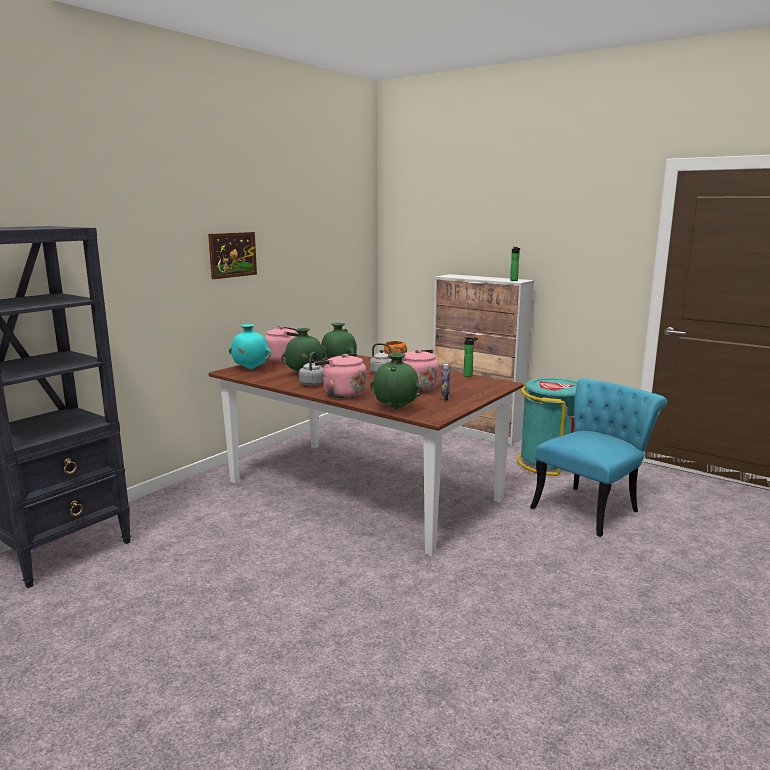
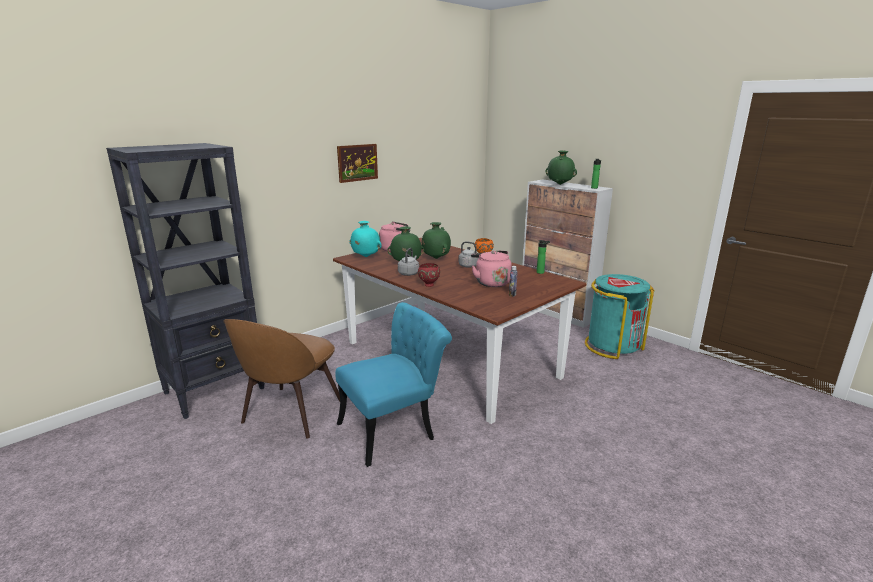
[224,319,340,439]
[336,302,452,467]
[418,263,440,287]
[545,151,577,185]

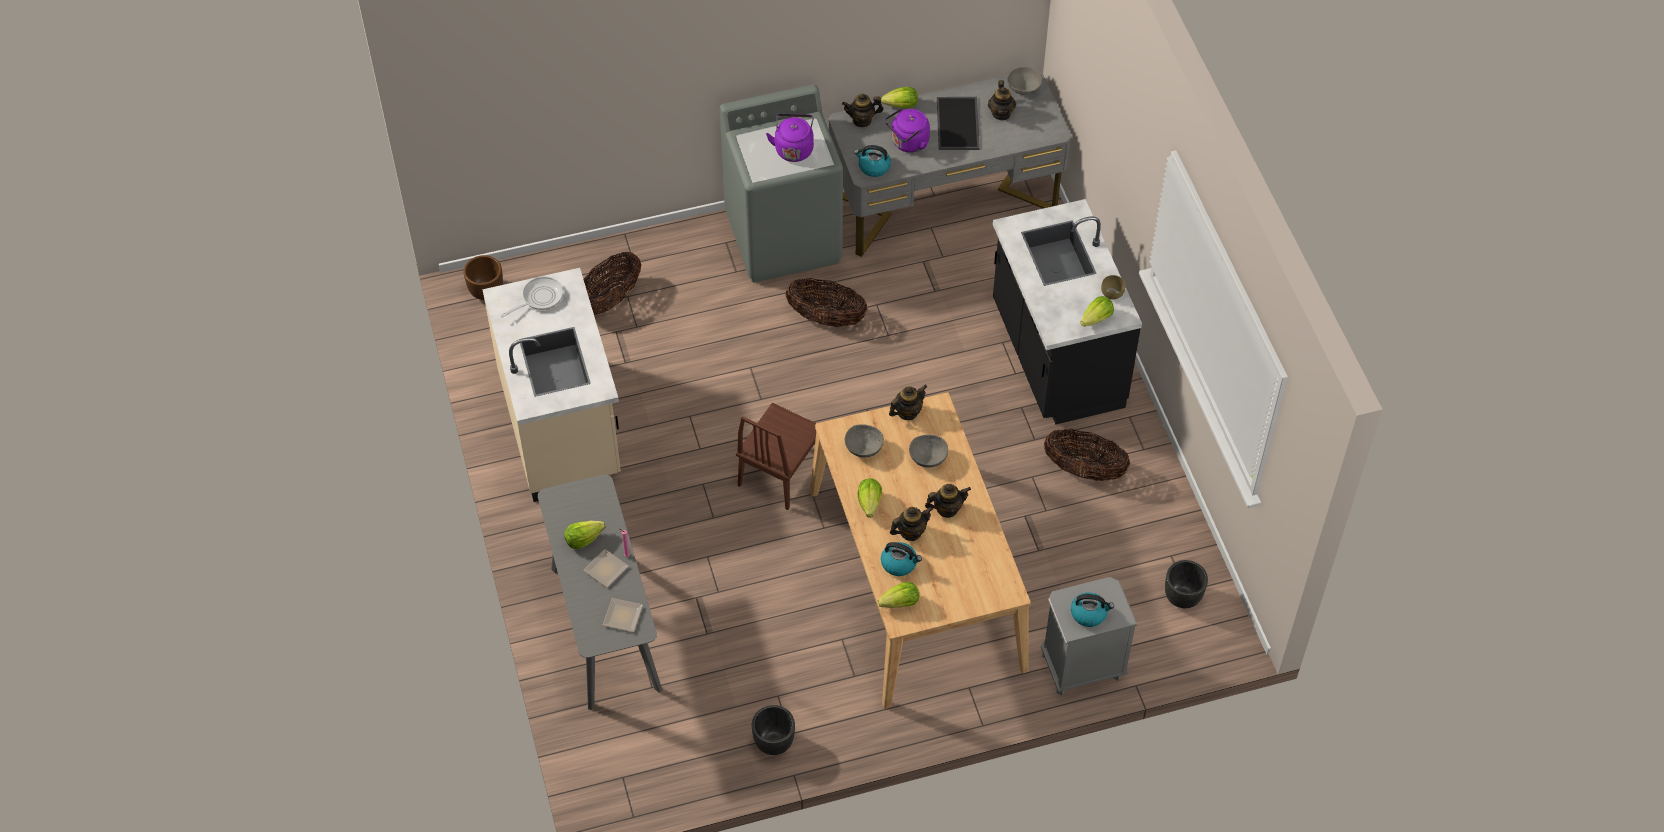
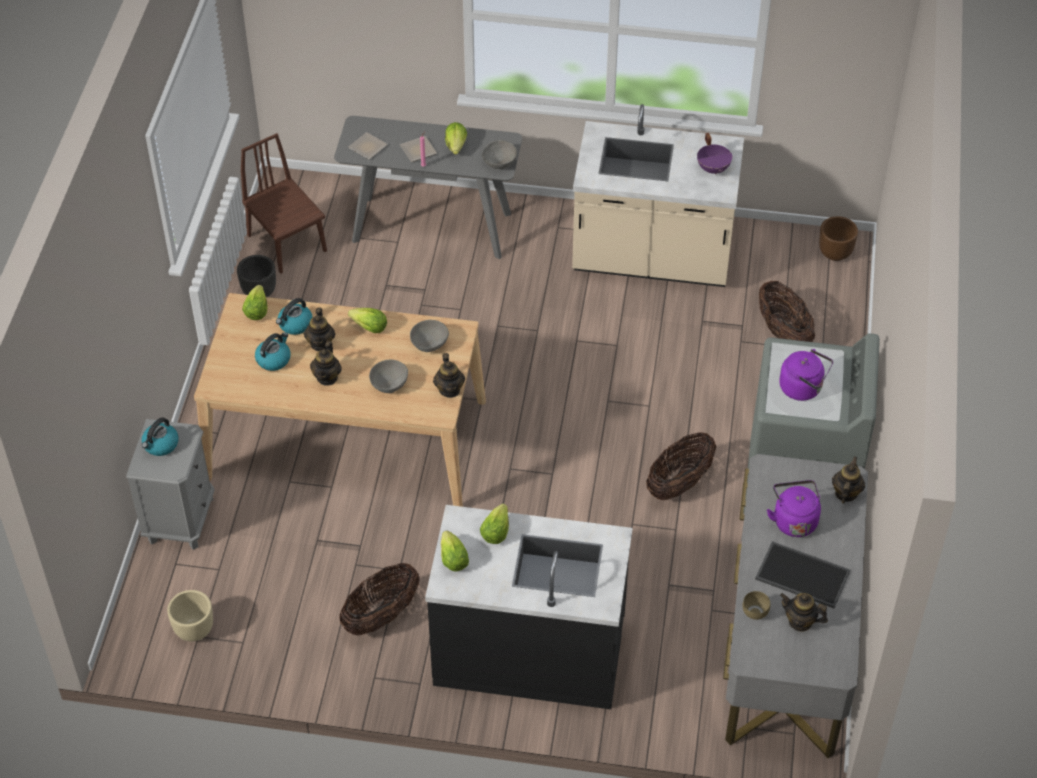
[167,590,213,642]
[241,133,327,274]
[255,332,291,371]
[480,504,509,544]
[482,140,517,169]
[697,133,732,175]
[742,591,770,620]

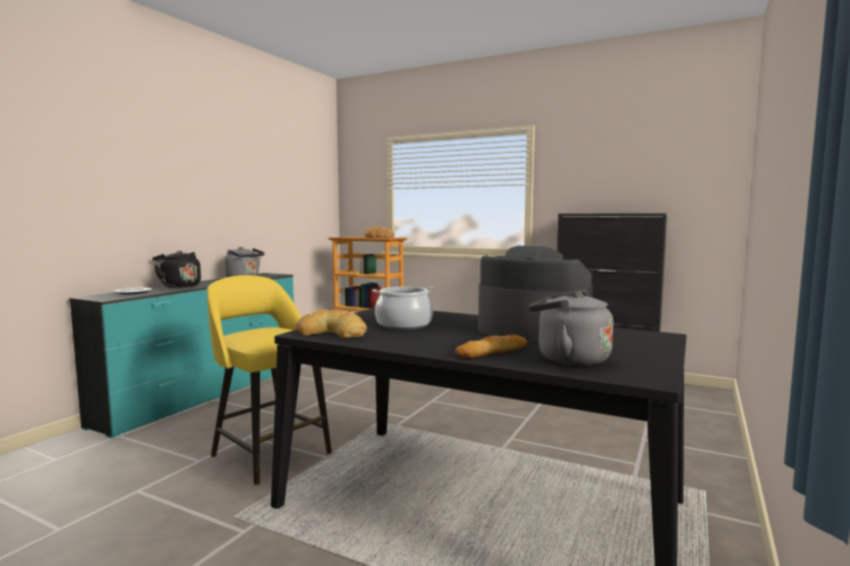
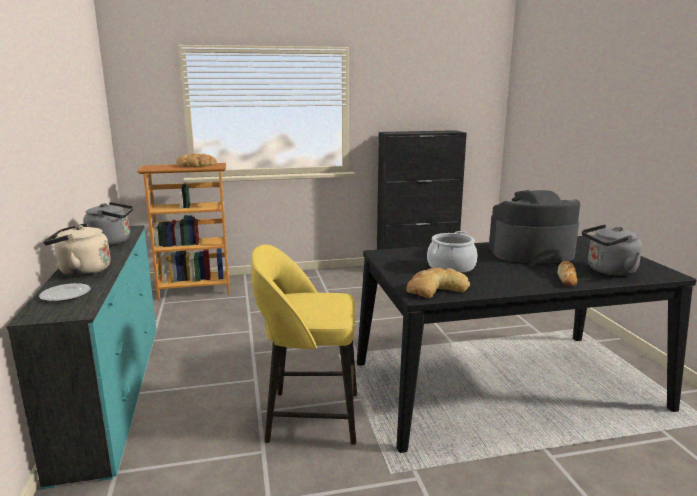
[43,223,110,276]

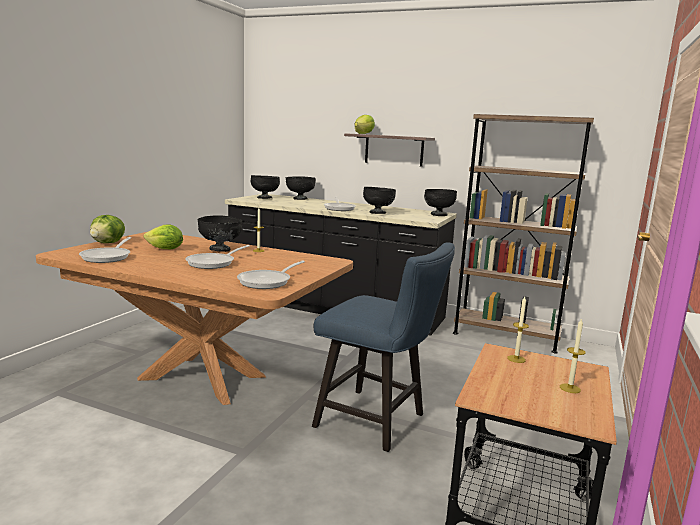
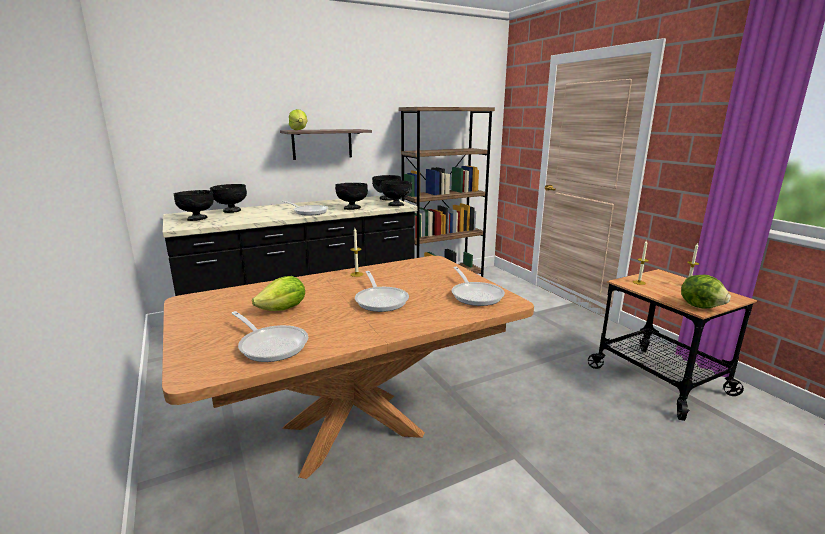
[381,180,412,206]
[681,275,731,309]
[312,242,455,452] (first image)

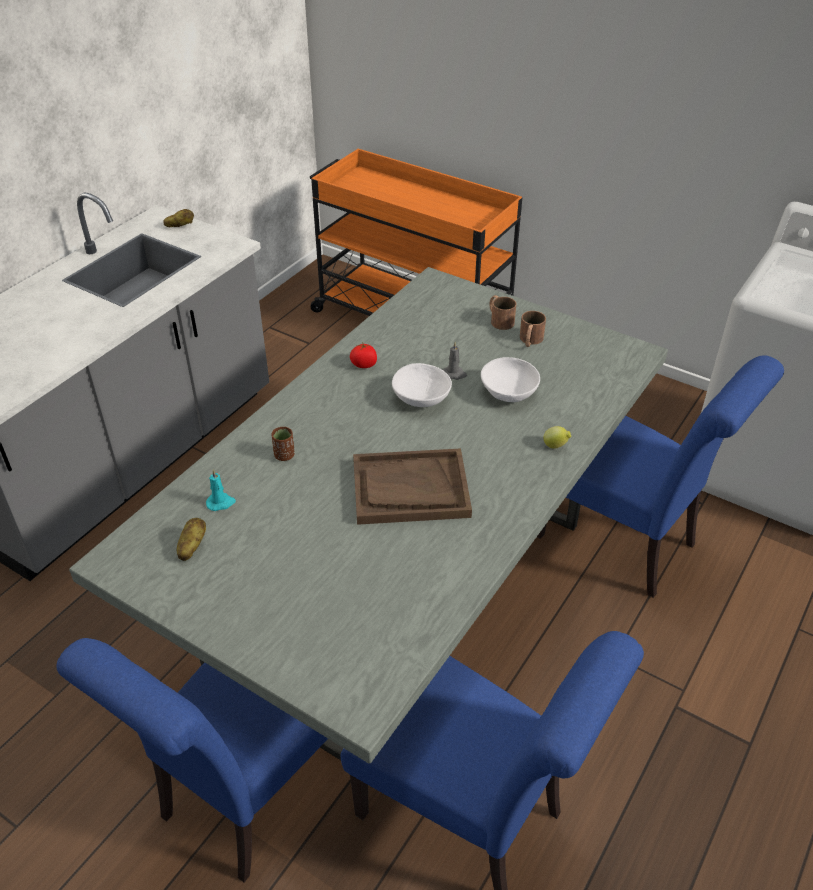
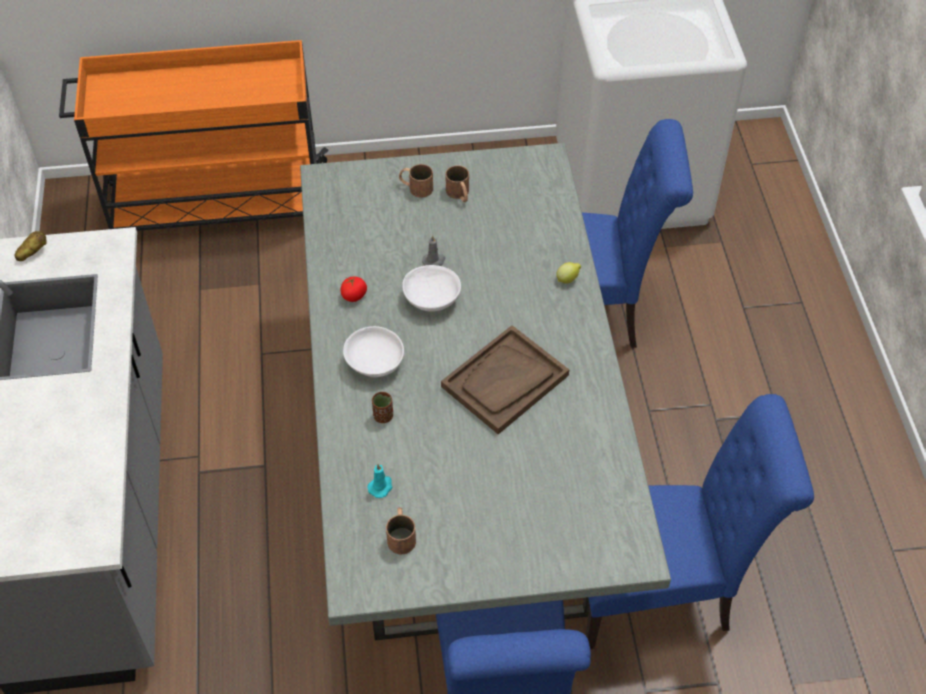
[343,326,404,377]
[386,507,416,554]

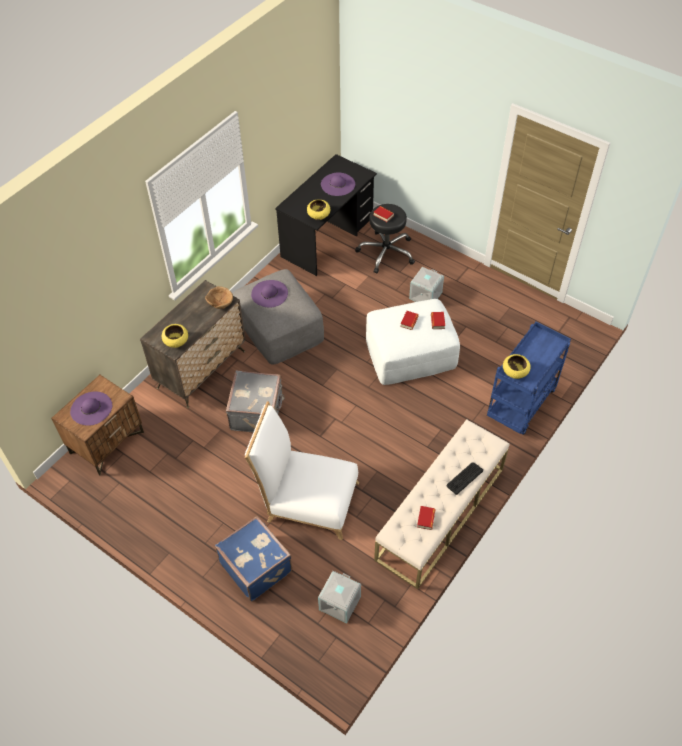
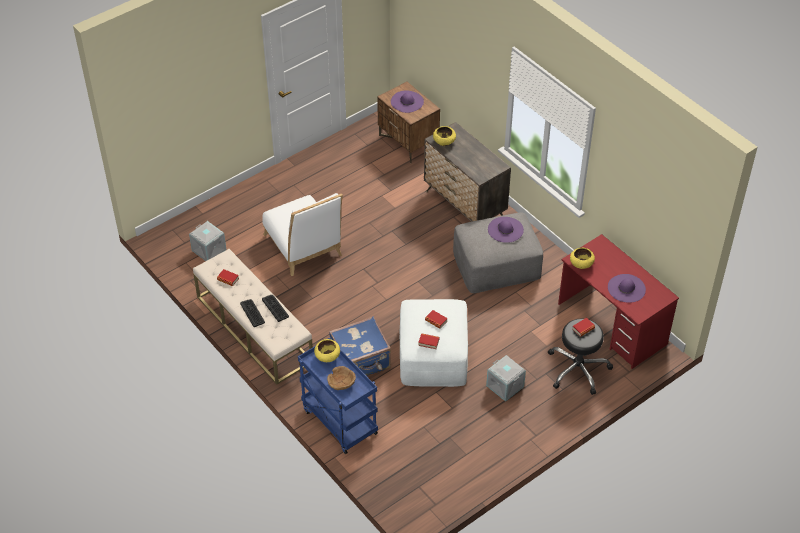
[262,193,343,276]
[262,295,289,322]
[327,366,356,390]
[329,317,391,376]
[558,234,679,369]
[226,370,285,433] (first image)

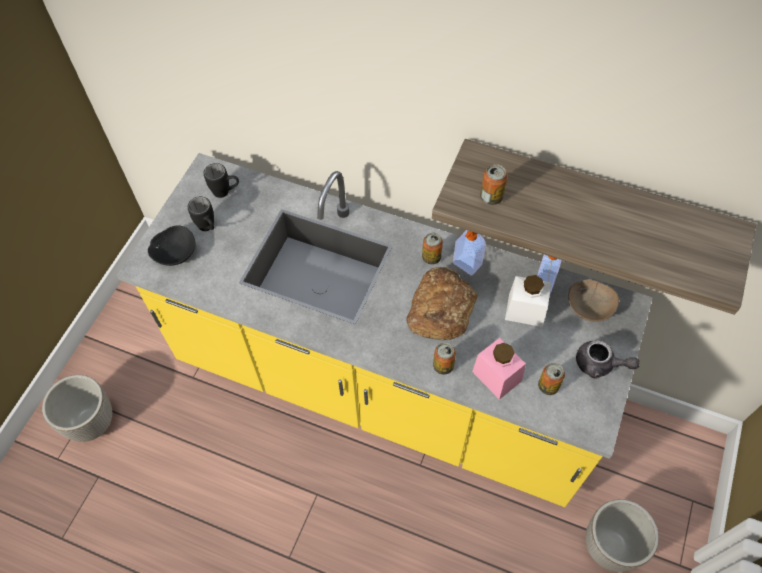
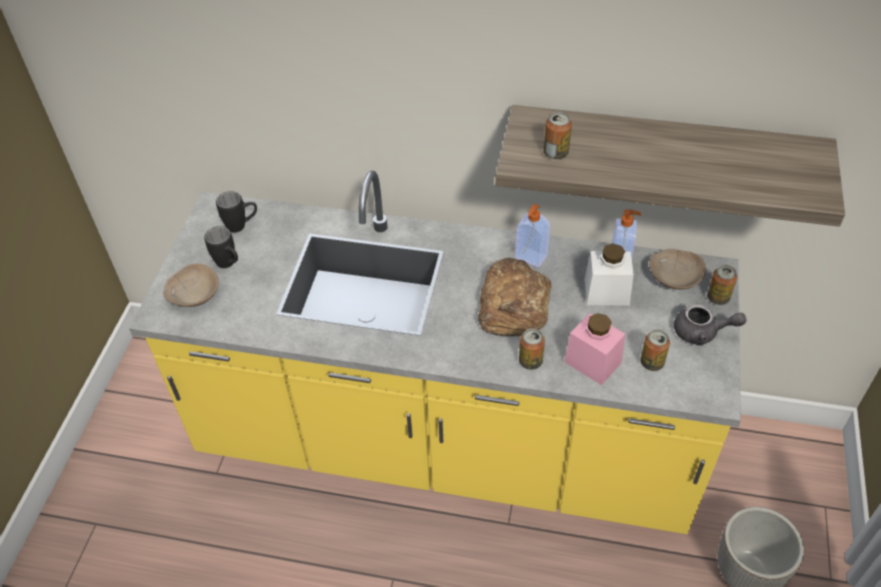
[163,264,219,307]
[707,265,737,305]
[42,375,112,442] (first image)

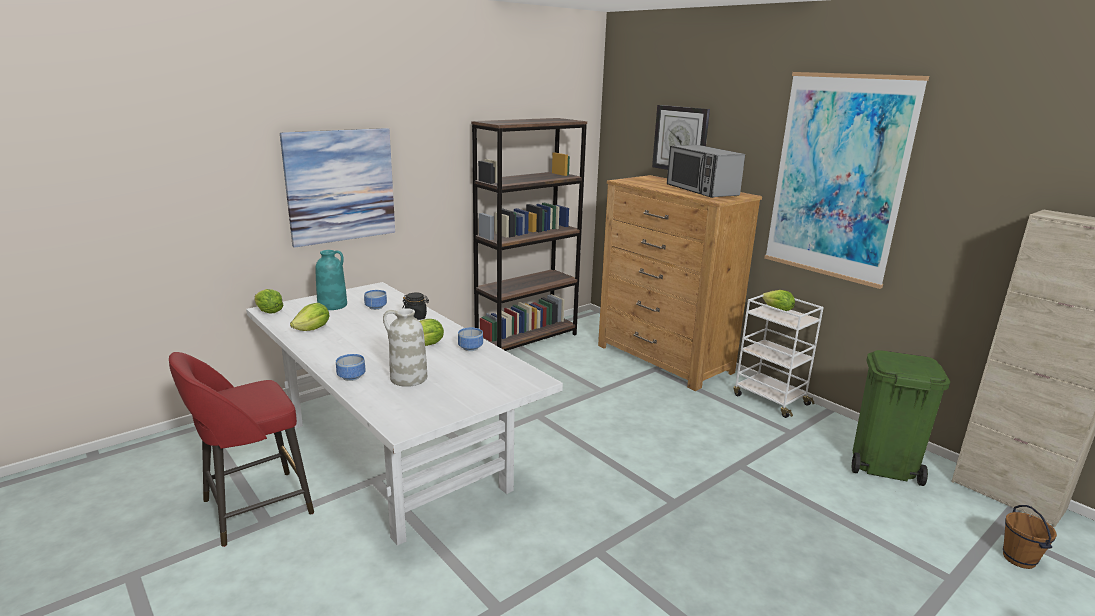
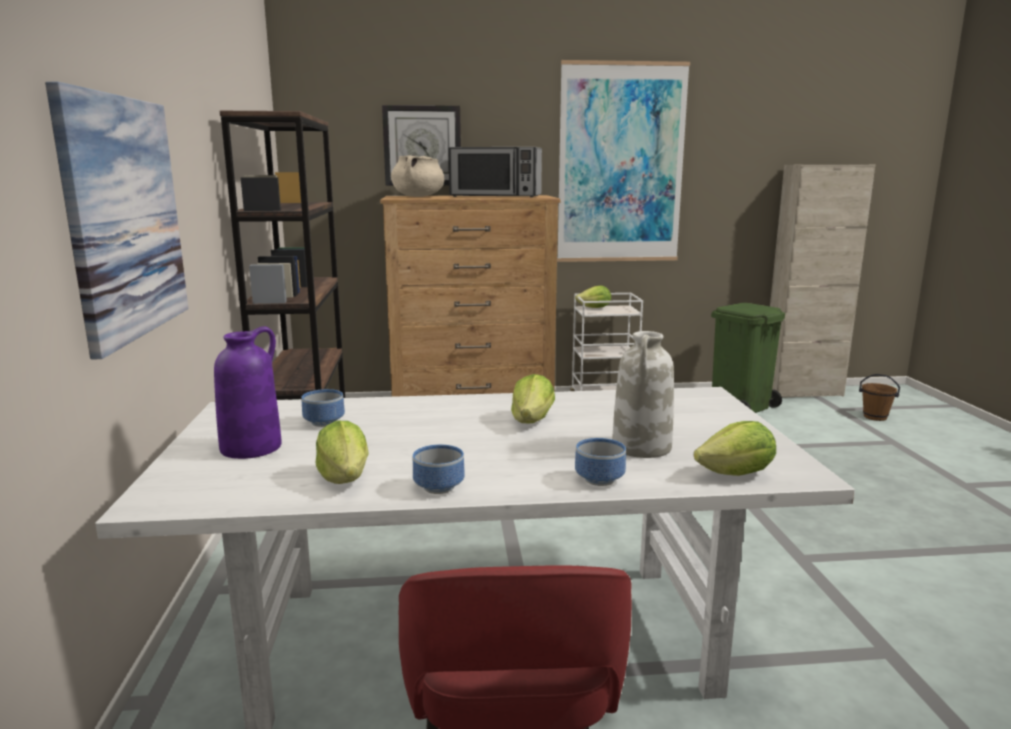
[214,326,282,459]
[391,155,445,197]
[413,445,465,494]
[694,421,776,476]
[402,293,429,320] (first image)

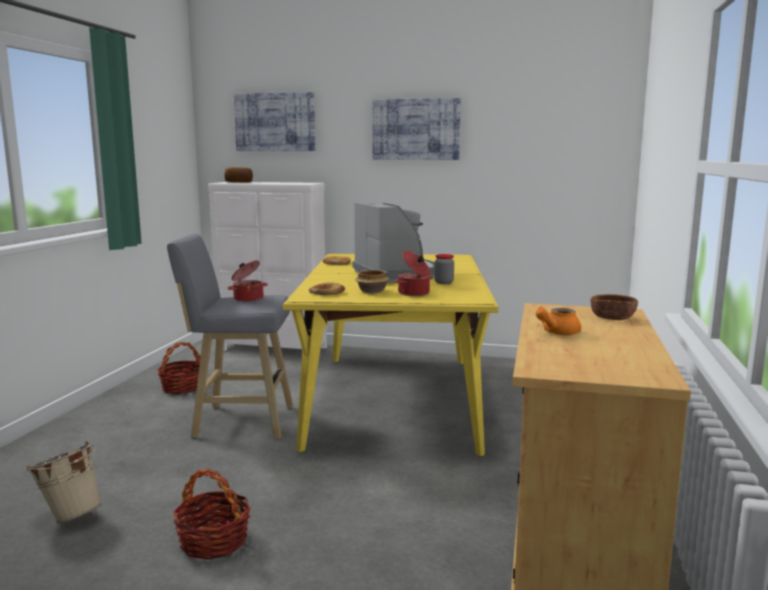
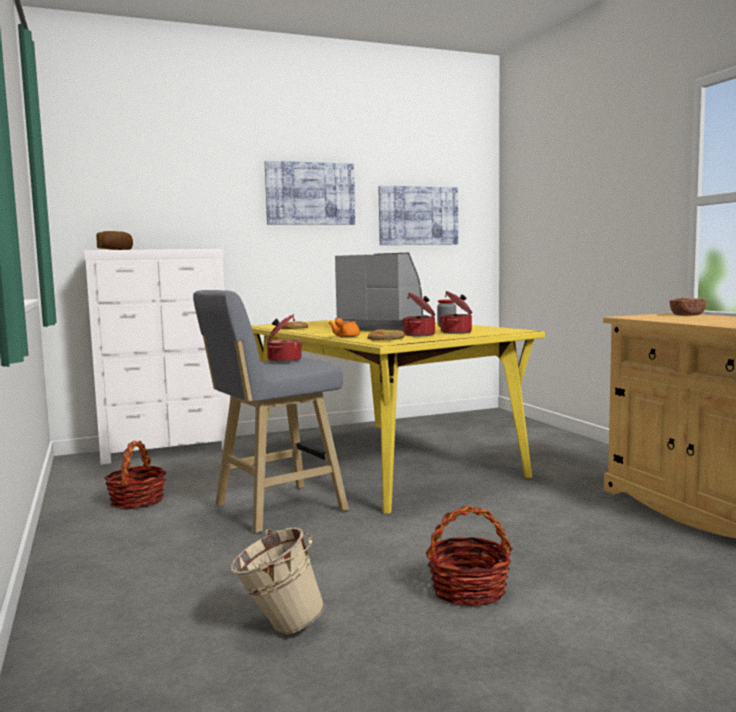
[329,318,360,337]
[379,186,458,245]
[402,293,435,336]

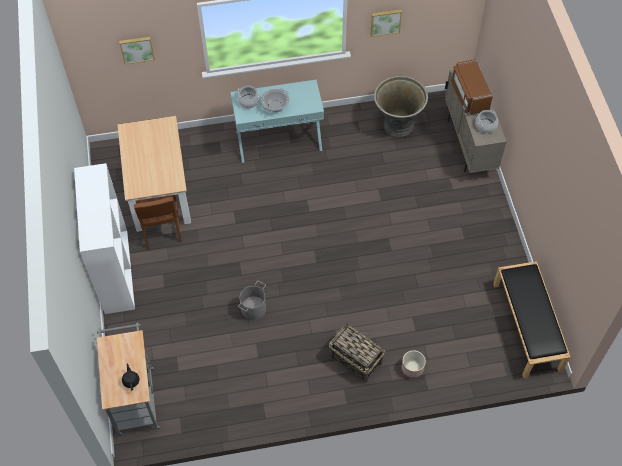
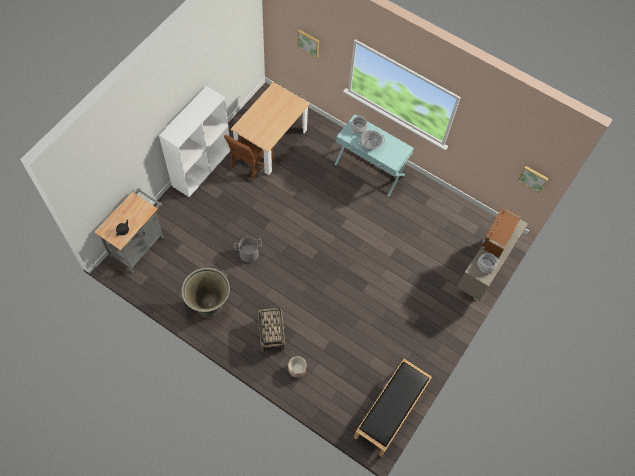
[181,268,230,318]
[518,166,549,193]

